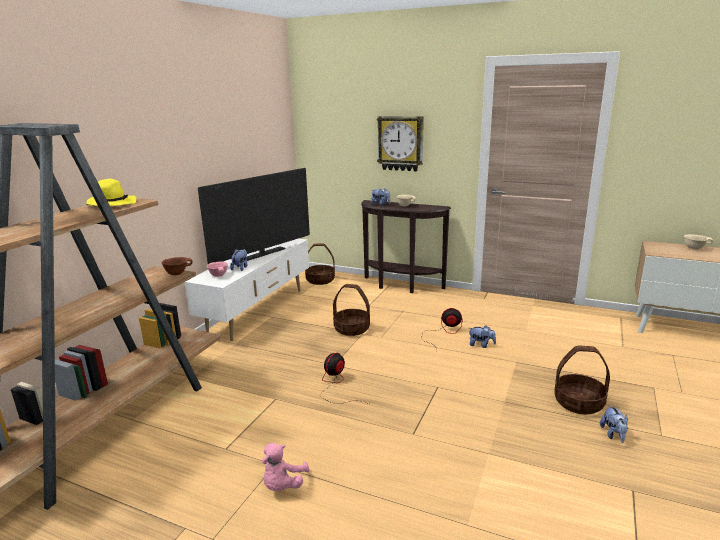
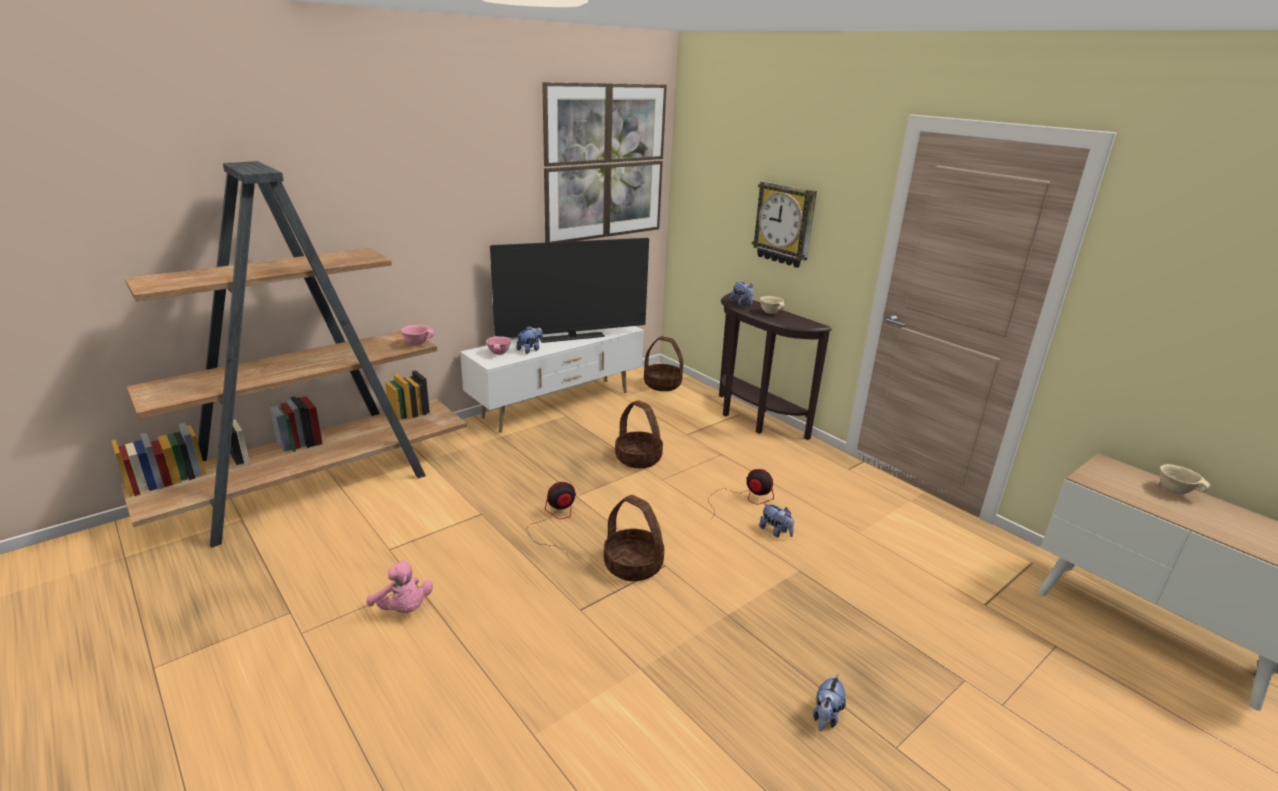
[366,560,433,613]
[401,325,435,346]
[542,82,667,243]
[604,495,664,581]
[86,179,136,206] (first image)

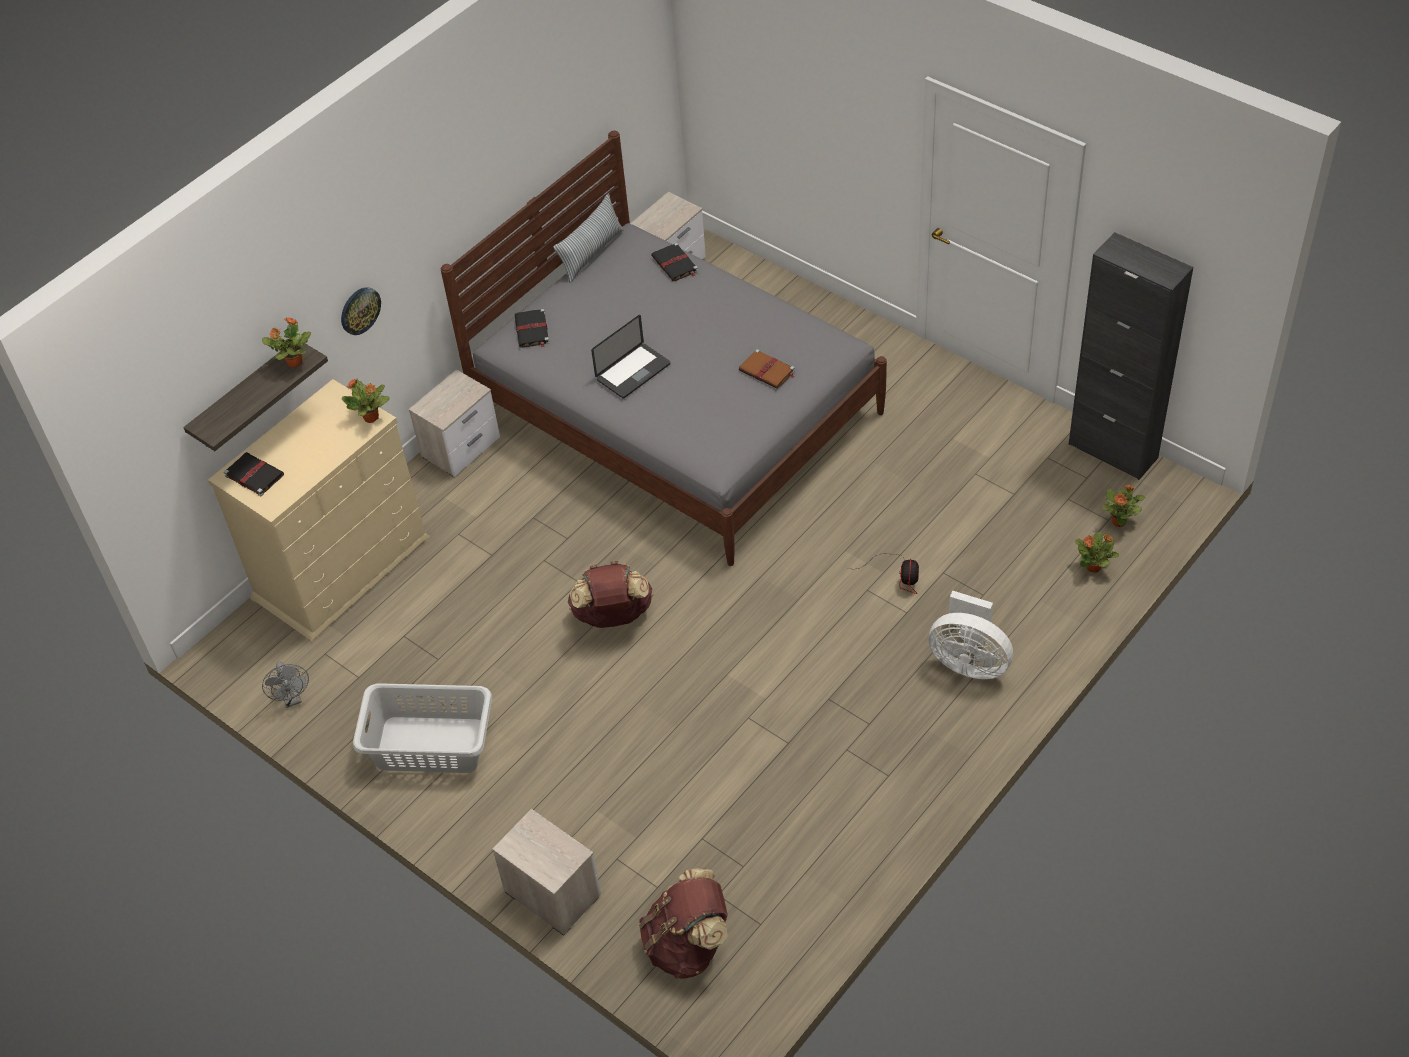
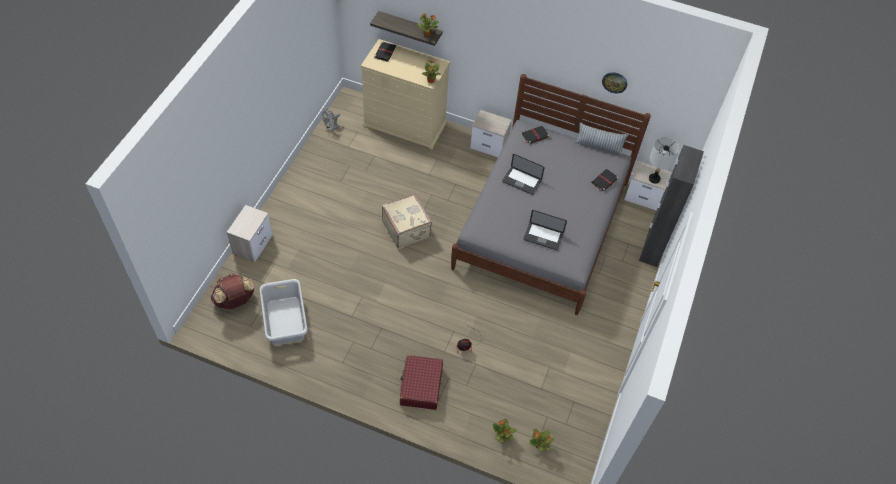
[260,279,308,345]
[382,194,432,249]
[400,355,443,410]
[523,210,567,250]
[602,72,627,93]
[639,145,704,267]
[649,137,679,184]

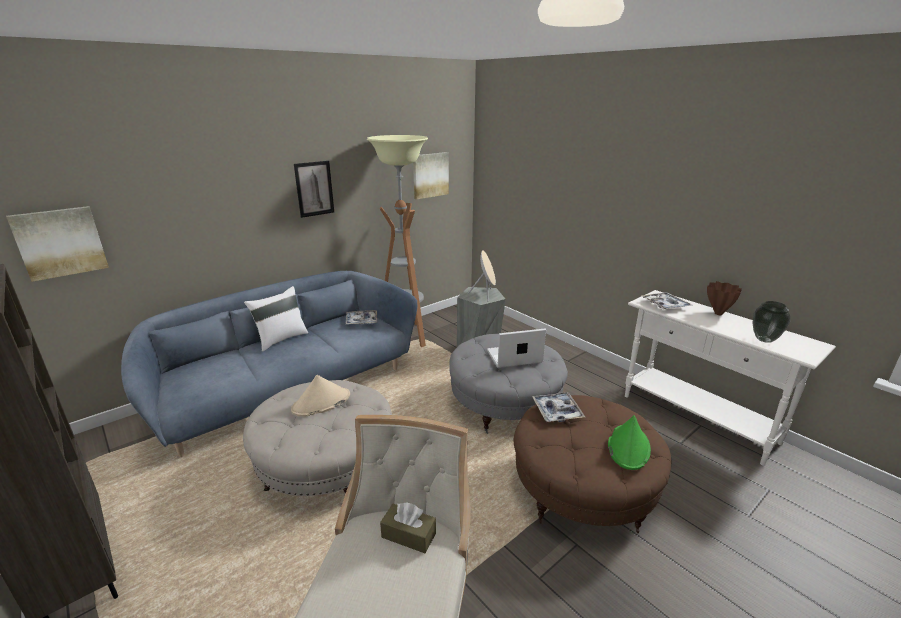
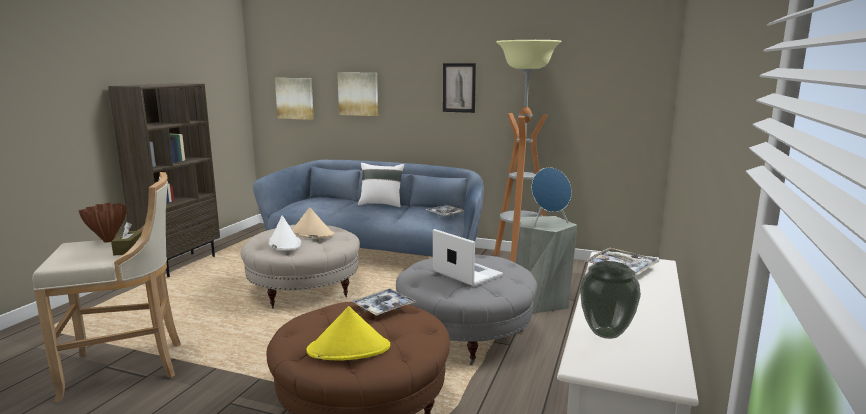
[78,203,127,243]
[269,216,301,251]
[306,306,390,360]
[337,72,378,116]
[532,167,572,227]

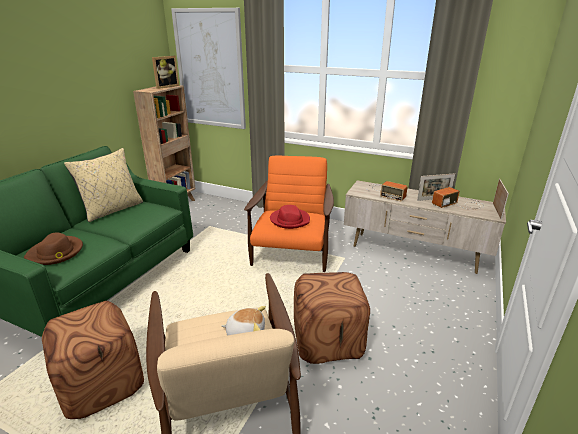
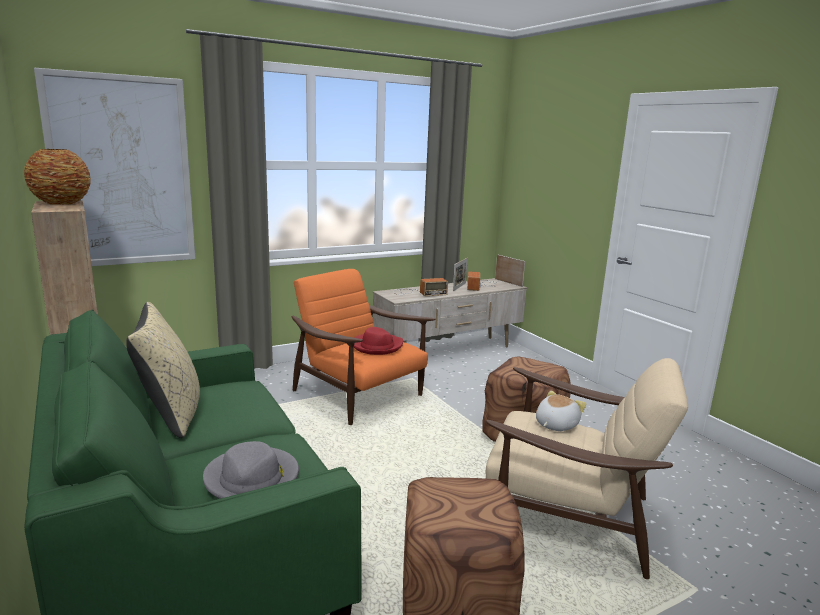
[24,149,91,205]
[203,441,299,499]

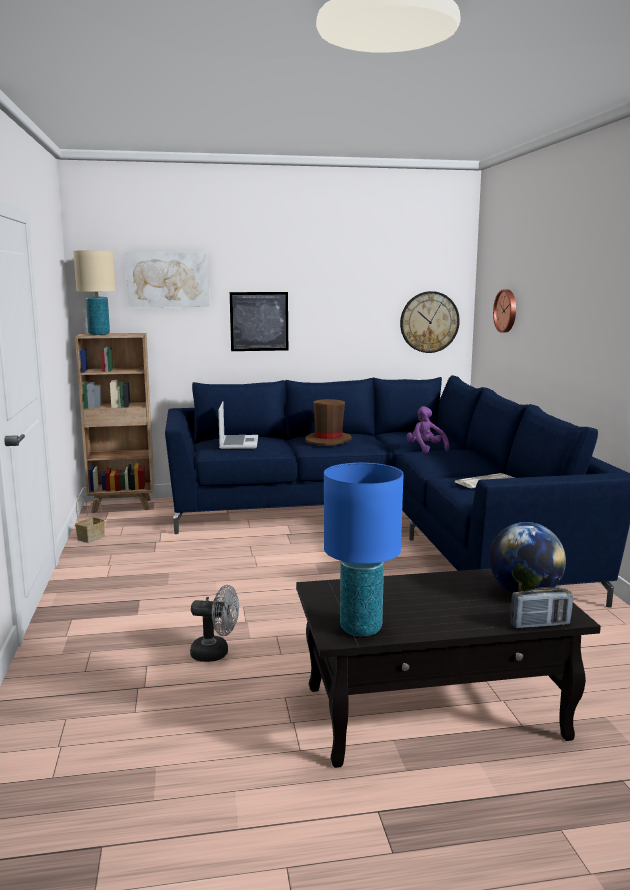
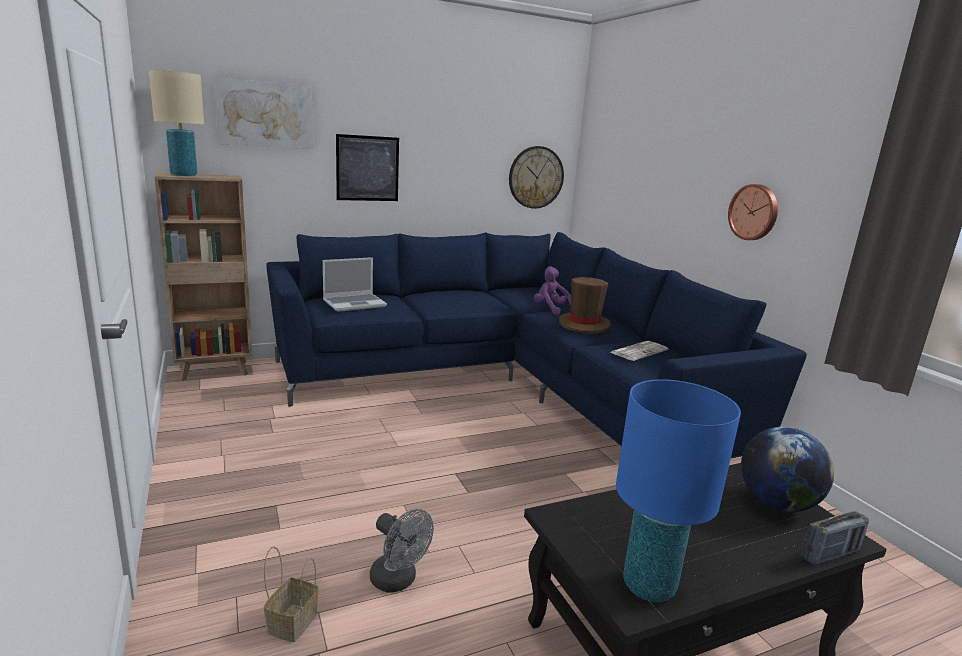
[264,546,319,642]
[323,257,387,312]
[370,509,434,593]
[559,277,611,333]
[728,184,778,240]

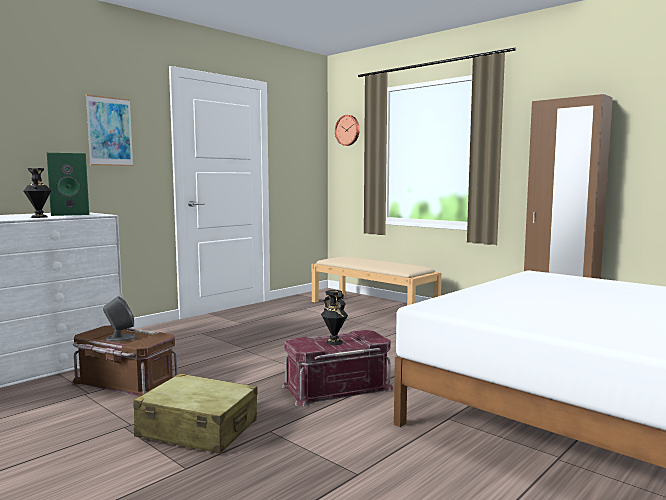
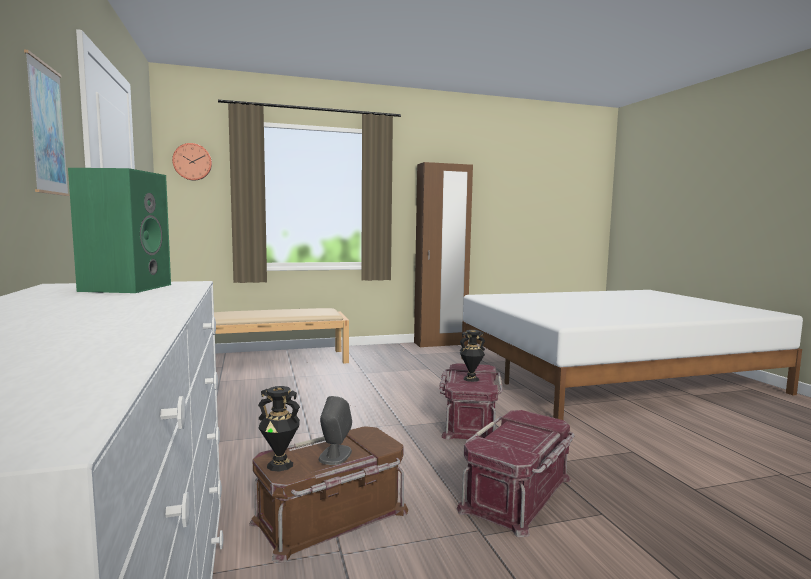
[258,386,300,471]
[457,410,575,537]

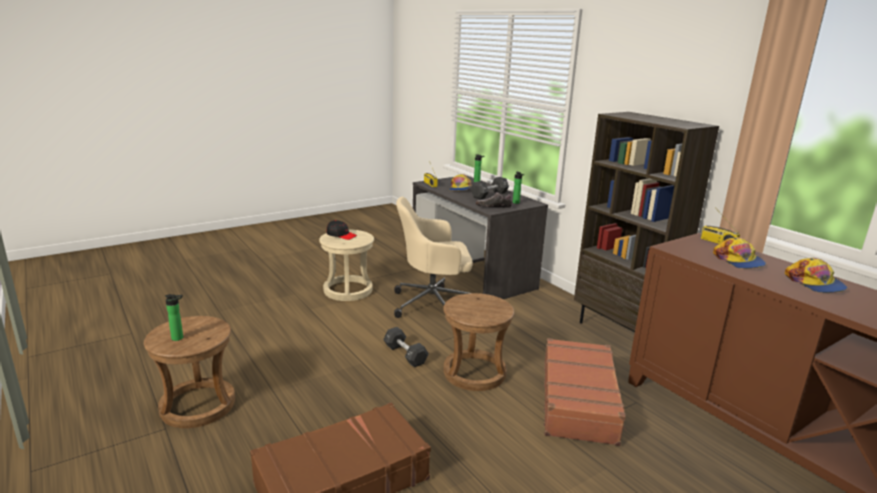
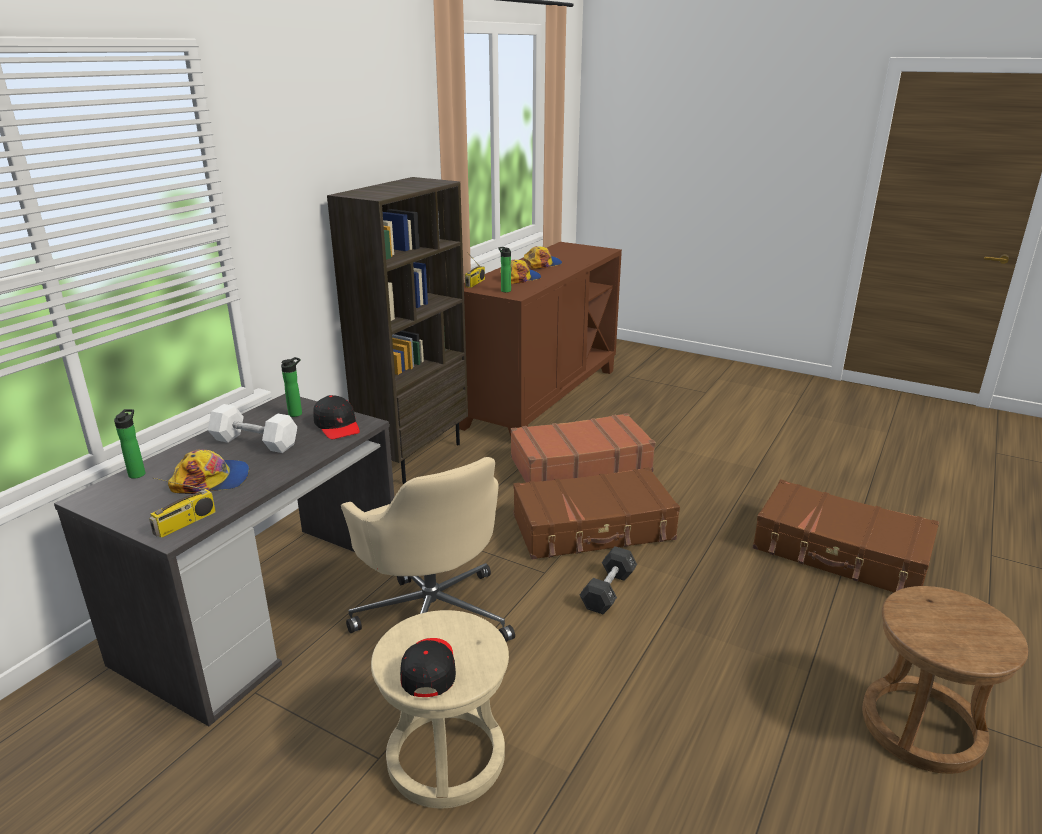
[208,404,297,453]
[313,395,360,439]
[498,247,511,293]
[513,467,680,559]

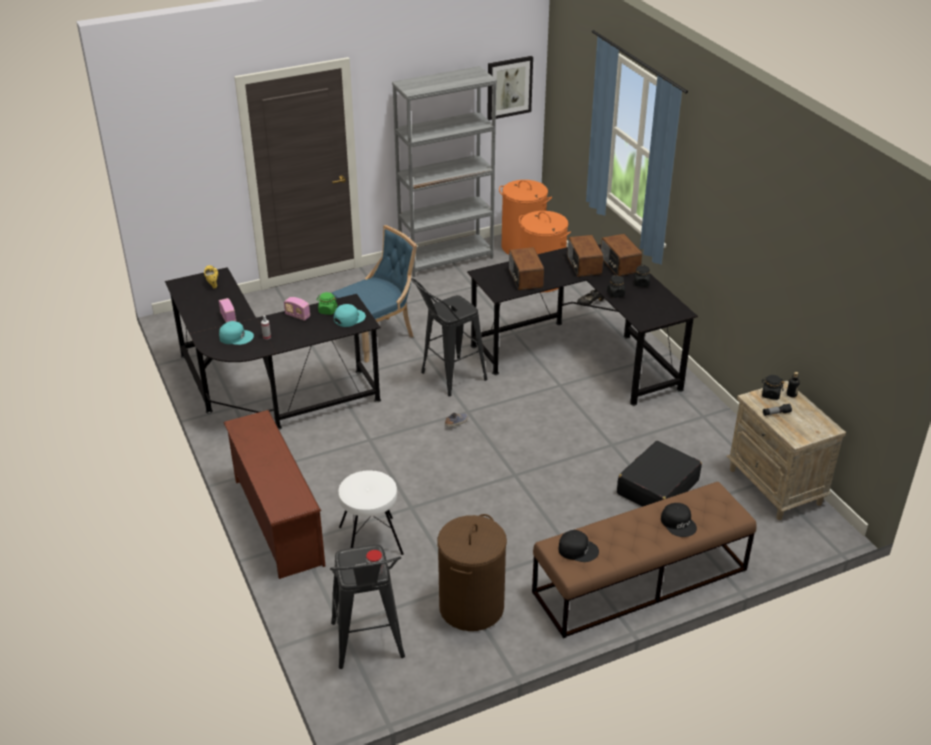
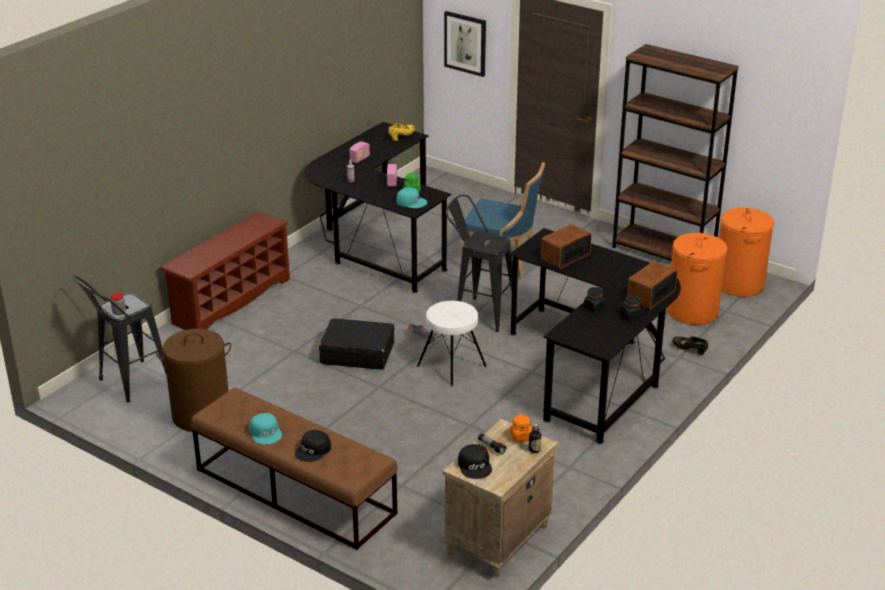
[249,413,282,444]
[319,318,395,370]
[417,301,487,387]
[444,11,486,77]
[458,444,492,479]
[510,415,532,443]
[612,44,739,261]
[567,235,603,277] (first image)

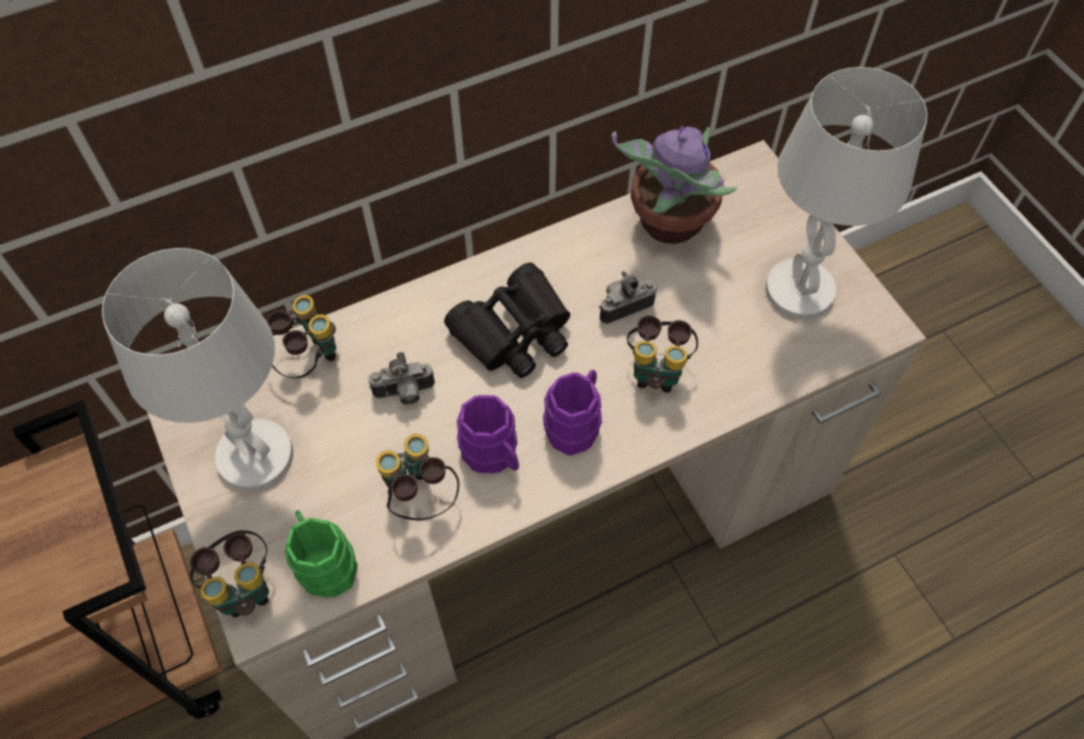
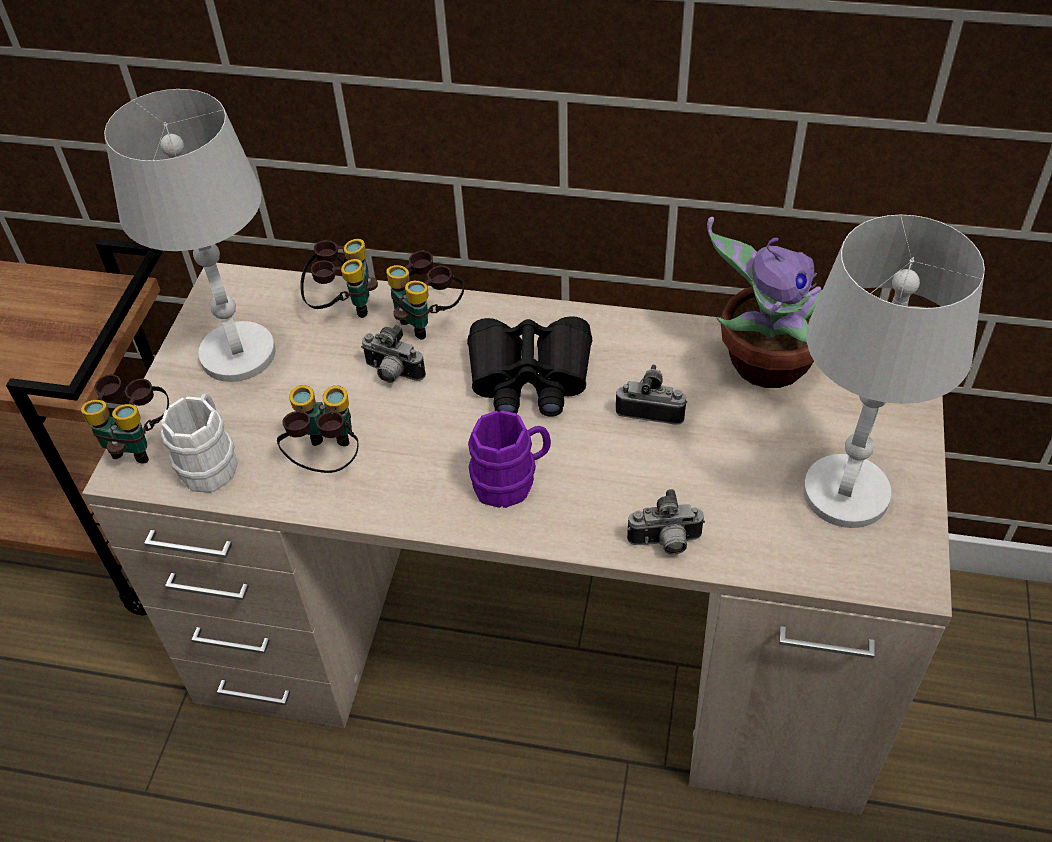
[161,393,238,493]
[386,251,464,339]
[627,489,705,555]
[457,395,519,474] (first image)

